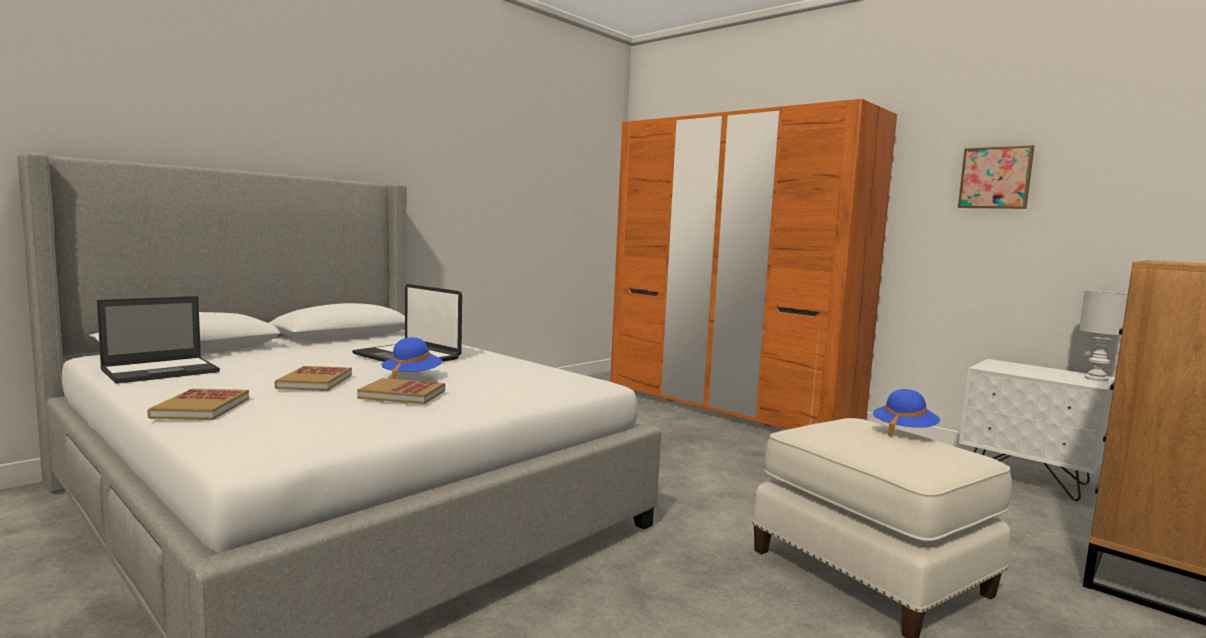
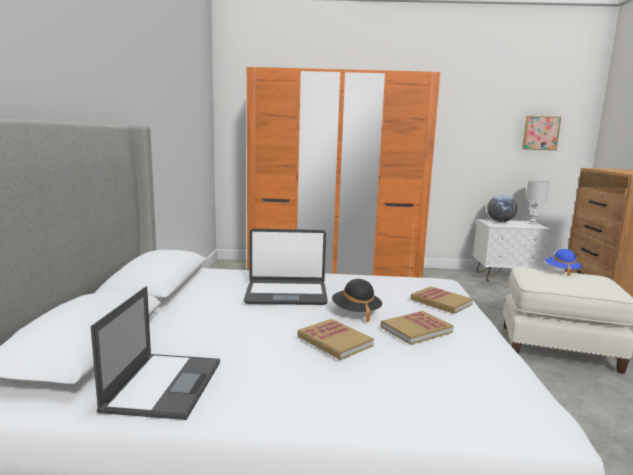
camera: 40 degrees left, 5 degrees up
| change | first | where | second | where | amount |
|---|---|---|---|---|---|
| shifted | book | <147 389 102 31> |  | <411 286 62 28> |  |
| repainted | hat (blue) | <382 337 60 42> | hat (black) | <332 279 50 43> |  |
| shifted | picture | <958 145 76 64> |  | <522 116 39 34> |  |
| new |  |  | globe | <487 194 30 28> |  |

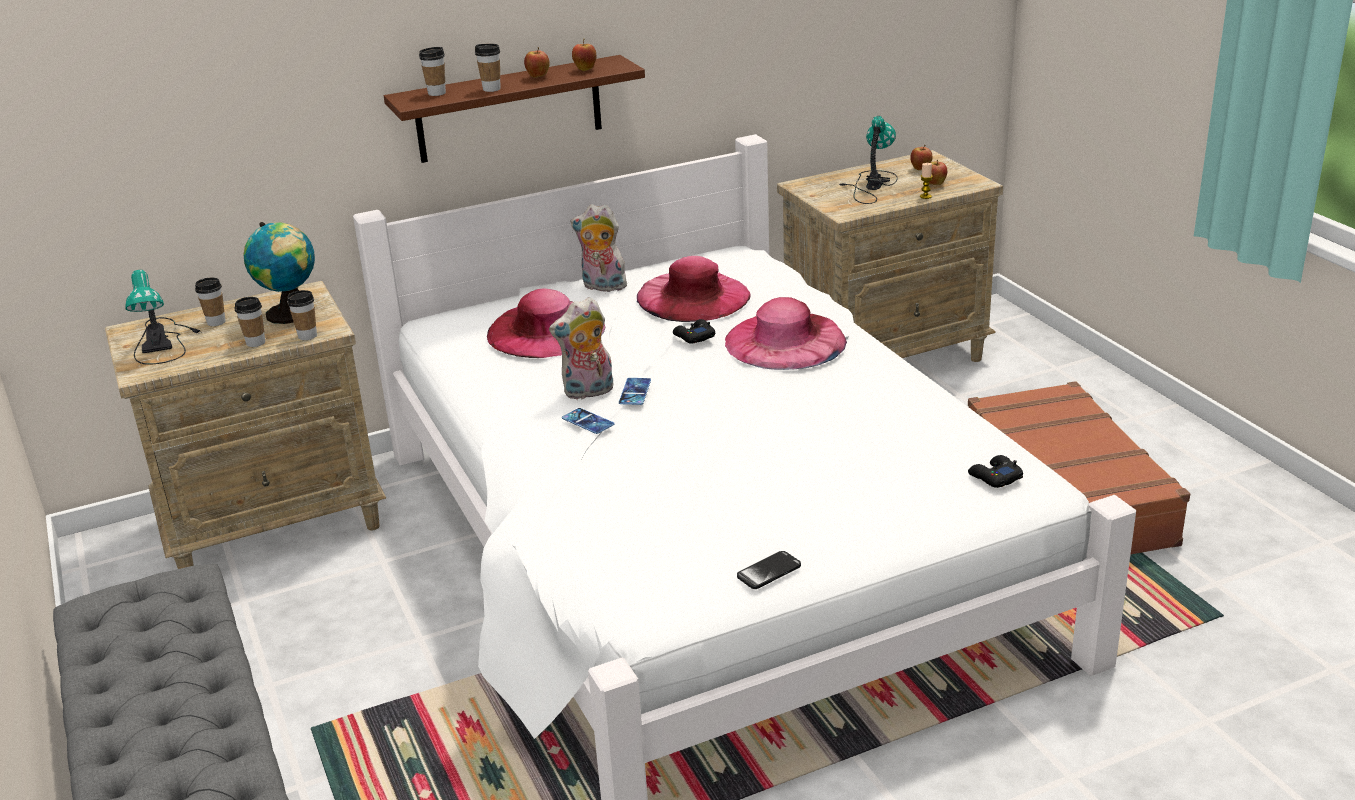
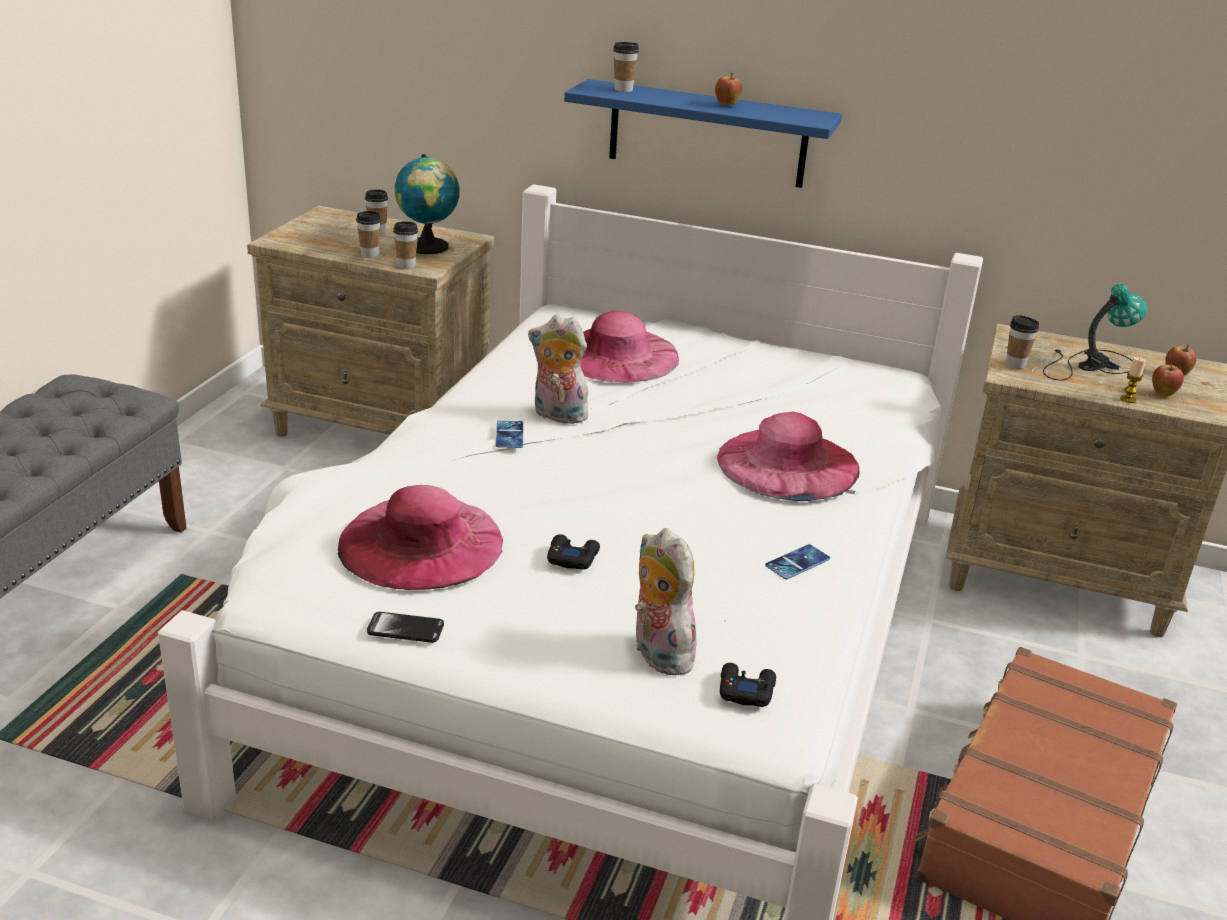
camera: 40 degrees right, 0 degrees up
| change | first | where | second | where | amount |
|---|---|---|---|---|---|
| gone | table lamp | <125 270 75 95> |  |  |  |
| repainted | shelf (brown) | <384 55 261 108> | shelf (blue) | <564 79 278 109> |  |
| shifted | cup | <475 43 26 49> |  | <1006 315 33 54> |  |
| shifted | plush toy | <571 204 61 88> |  | <635 528 65 147> |  |
| gone | apple | <572 39 24 32> |  |  |  |
| shifted | phone | <619 378 32 27> |  | <765 544 65 35> |  |
| shifted | hat (pink) | <637 256 114 66> |  | <338 485 165 105> |  |
| shifted | game controller (black) | <673 319 42 25> |  | <547 534 53 36> |  |

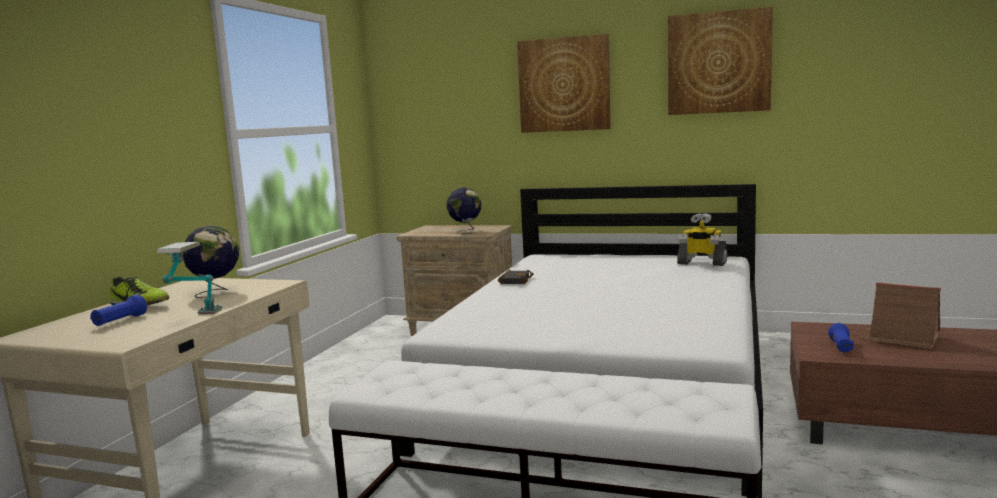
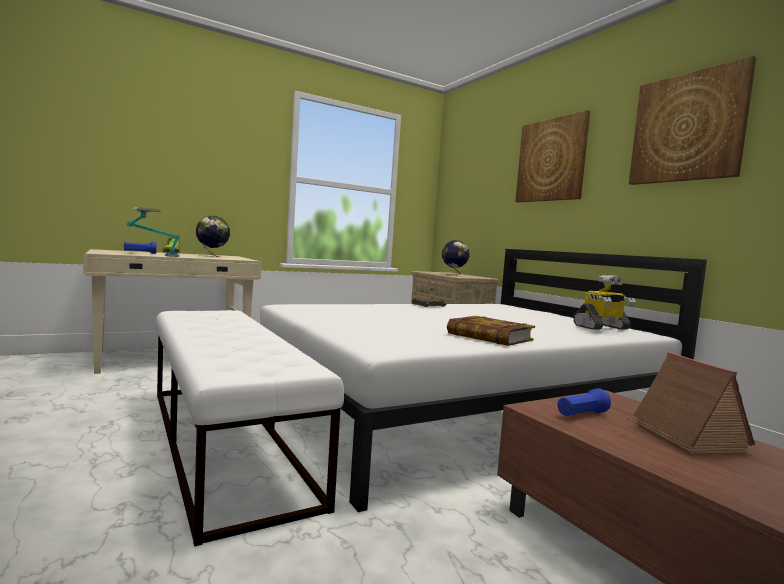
camera: 40 degrees right, 5 degrees down
| change | first | where | second | where | amount |
|---|---|---|---|---|---|
| rotated | toy robot | <677 213 50 53> |  | <573 275 63 55> | 90 degrees counterclockwise |
| new |  |  | book | <447 316 88 30> |  |

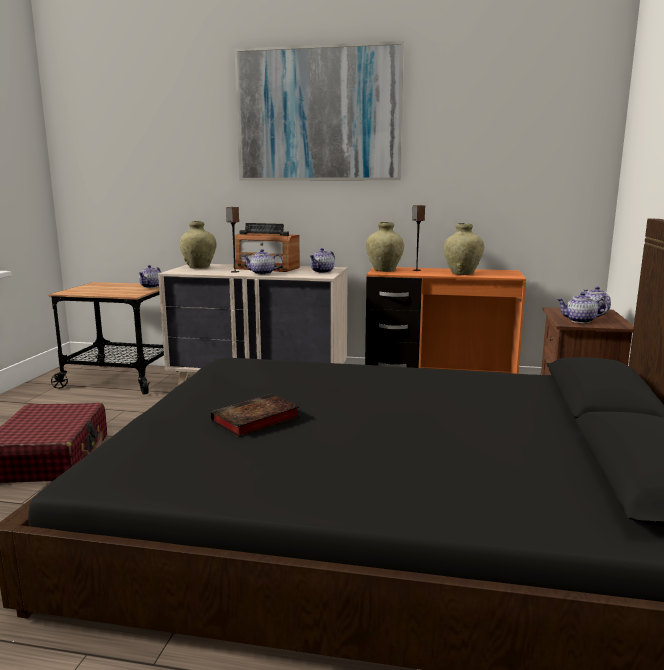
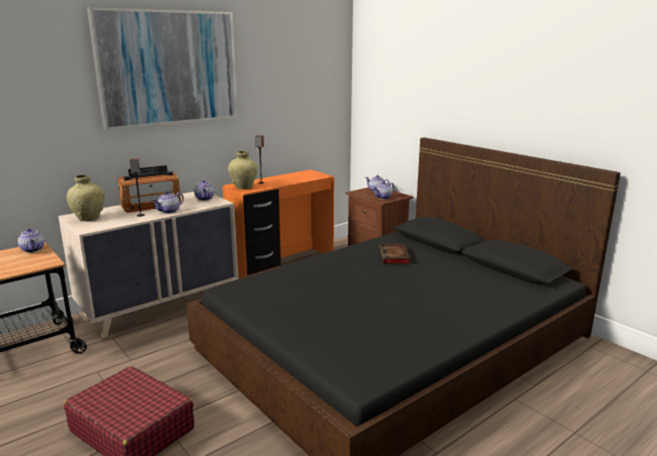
camera: 50 degrees left, 5 degrees up
| change | first | where | second | where | amount |
|---|---|---|---|---|---|
| shifted | book | <211 394 89 43> |  | <380 244 31 20> |  |
| gone | vase (beige) | <444 223 40 52> |  |  |  |

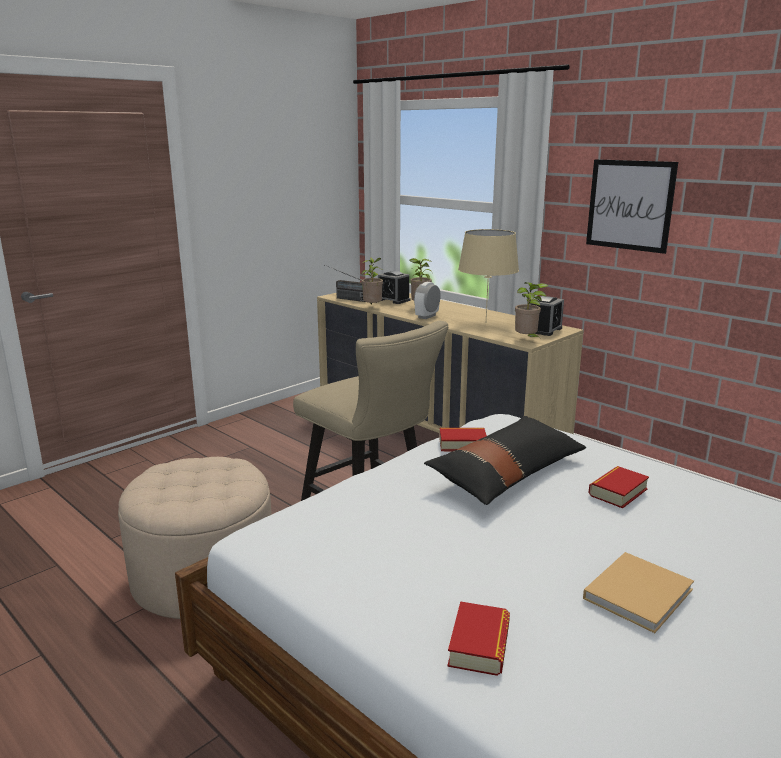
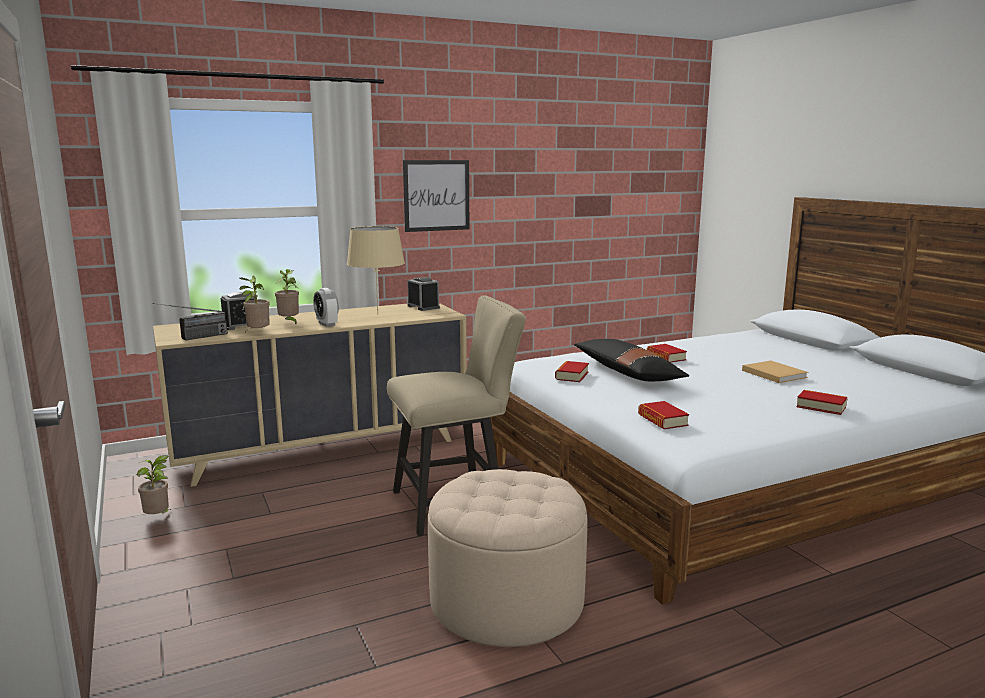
camera: 70 degrees left, 5 degrees down
| change | first | where | second | where | amount |
|---|---|---|---|---|---|
| shifted | potted plant | <515 282 33 58> |  | <137 455 35 59> |  |
| new |  |  | book | <638 401 51 28> |  |

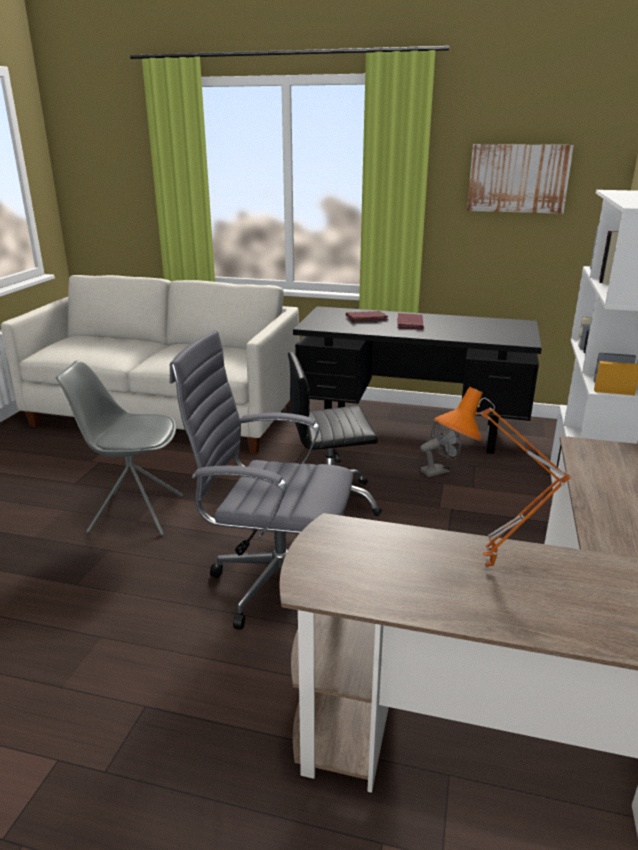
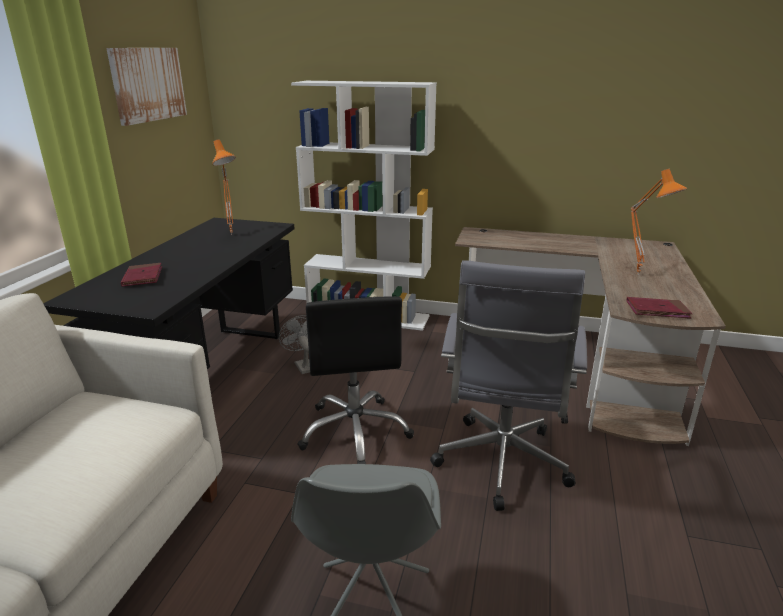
camera: 90 degrees left, 0 degrees up
| change | first | where | second | where | amount |
|---|---|---|---|---|---|
| shifted | book (red) | <397 313 27 17> |  | <626 297 66 22> |  |
| new |  |  | table lamp (orange) | <212 139 24 96> |  |

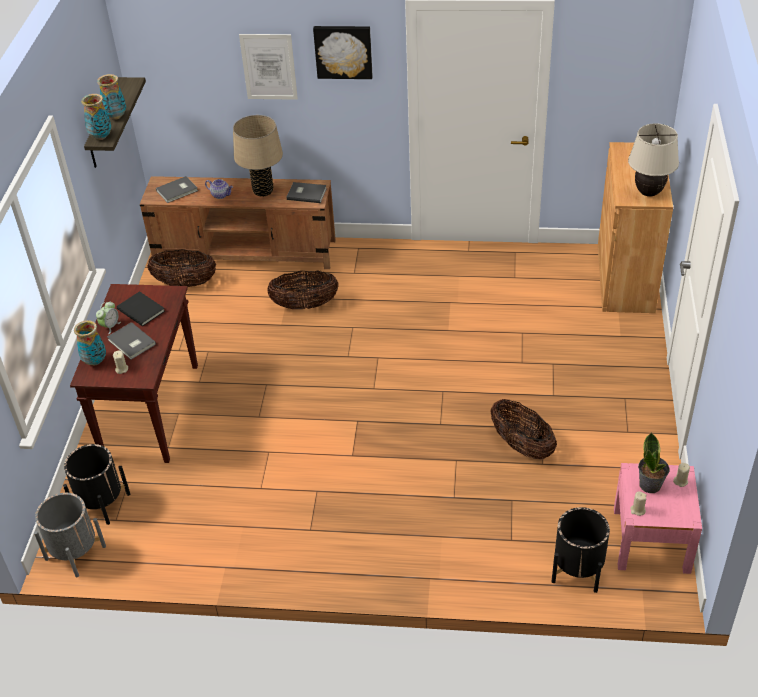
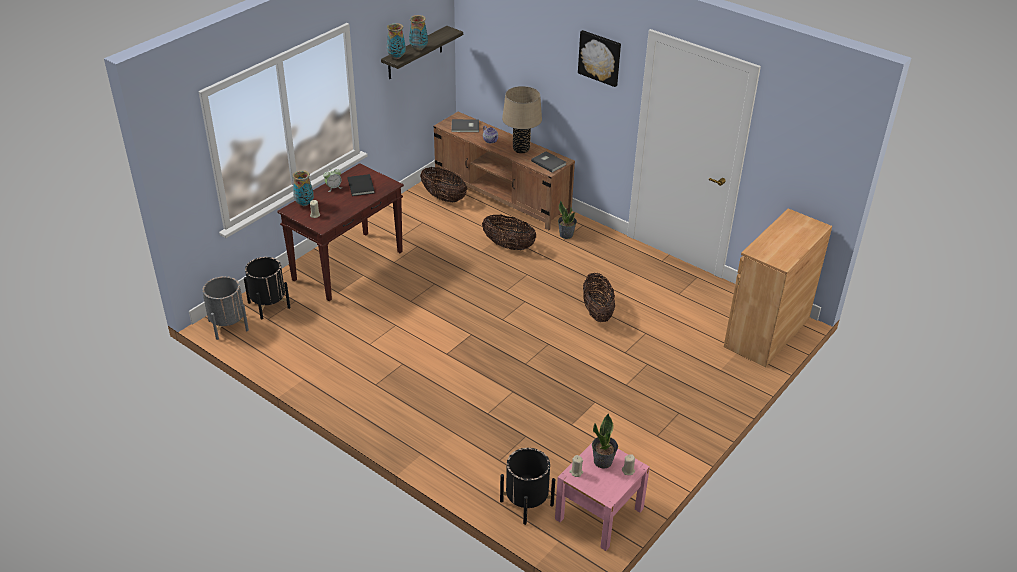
camera: 30 degrees right, 5 degrees down
| change | first | where | second | where | amount |
|---|---|---|---|---|---|
| gone | book (grey) | <107 322 49 37> |  |  |  |
| gone | picture | <239 34 59 66> |  |  |  |
| shifted | basket | <490 399 67 61> |  | <583 273 32 49> |  |
| gone | table lamp (beige) | <628 123 51 74> |  |  |  |
| new |  |  | potted plant | <558 201 19 38> |  |

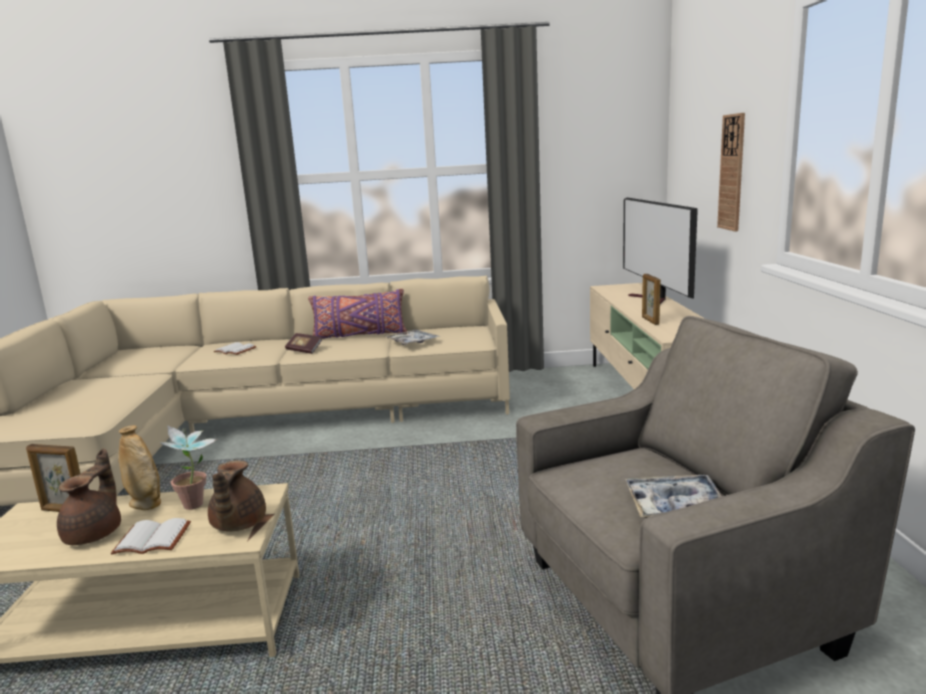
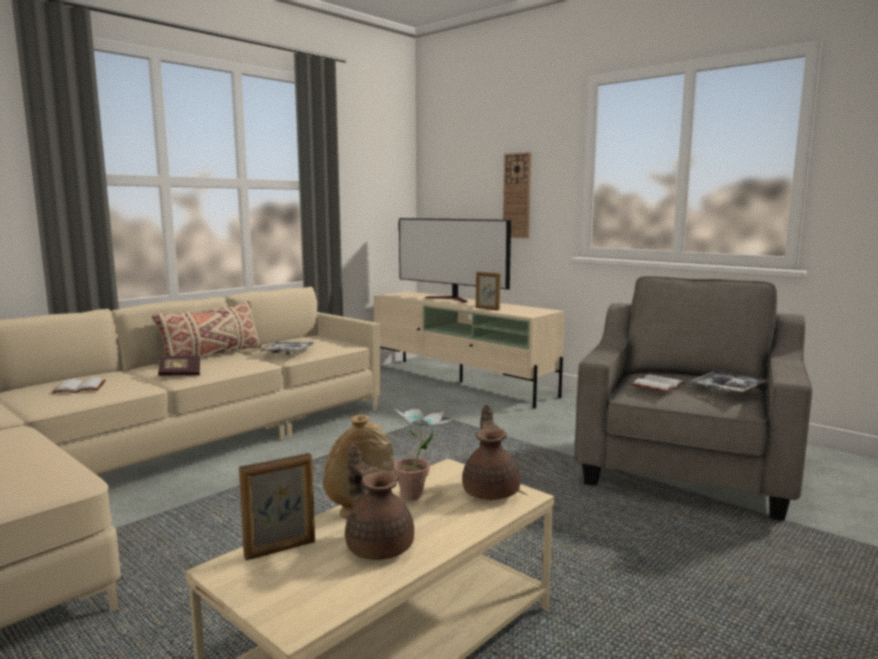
camera: 45 degrees left, 5 degrees down
| change | first | where | second | where | amount |
|---|---|---|---|---|---|
| shifted | book (white) | <111 518 80 36> |  | <632 374 53 19> |  |
| rotated | teapot (brown) | <208 461 58 70> |  | <462 404 58 96> | 135 degrees counterclockwise |
| repainted | pillow (purple) | <308 289 99 50> | pillow (beige) | <152 301 110 57> |  |

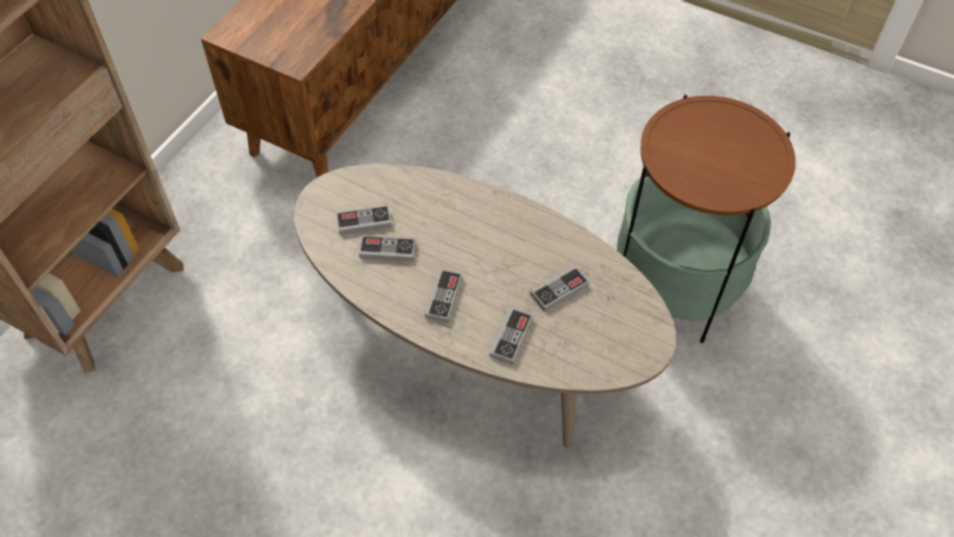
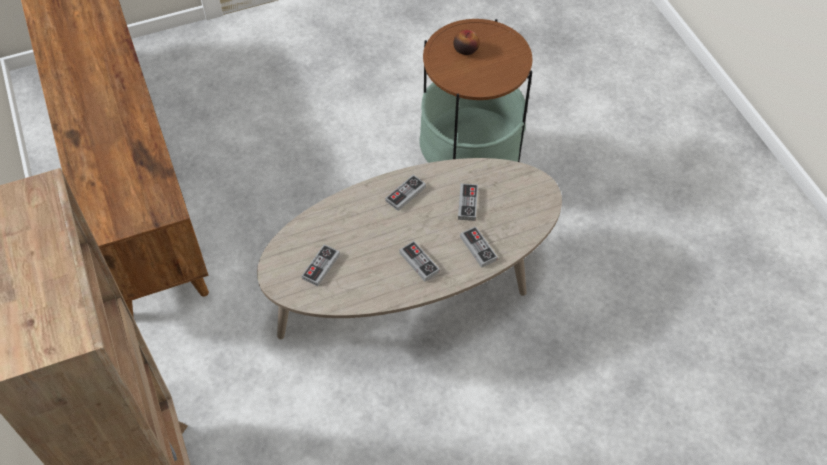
camera: 50 degrees left, 0 degrees up
| change | first | where | second | where | amount |
|---|---|---|---|---|---|
| shifted | game controller | <359 235 57 27> |  | <385 174 41 37> |  |
| new |  |  | apple | <453 30 26 25> |  |

